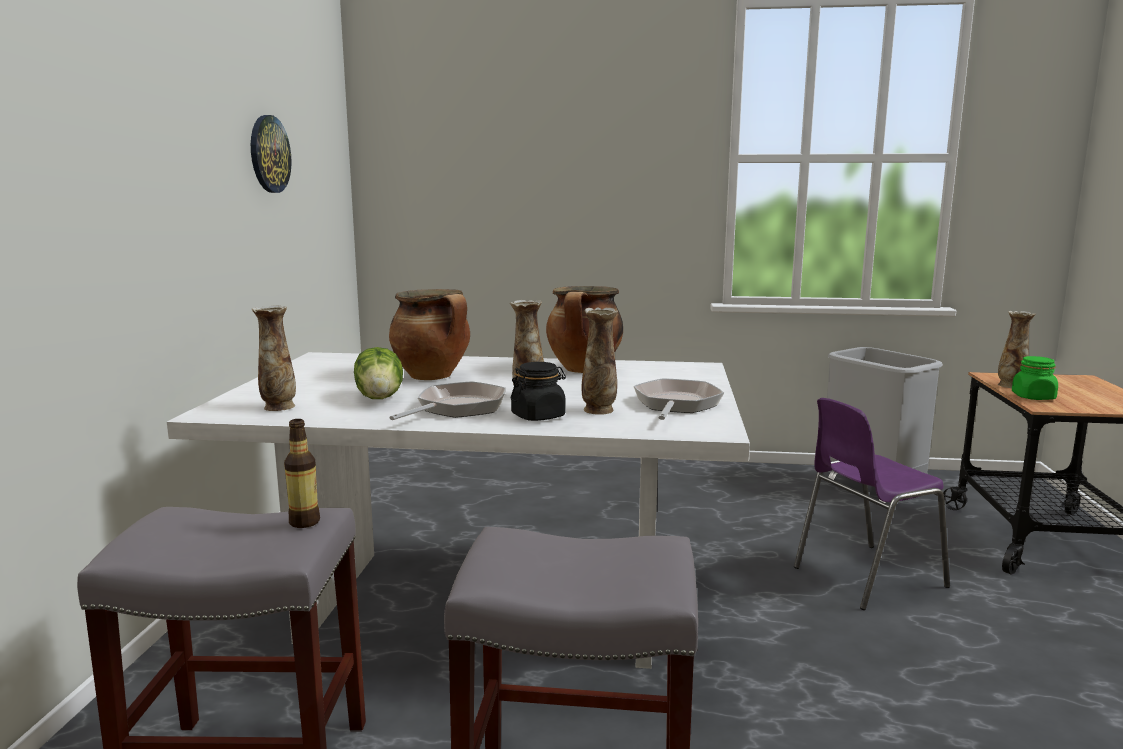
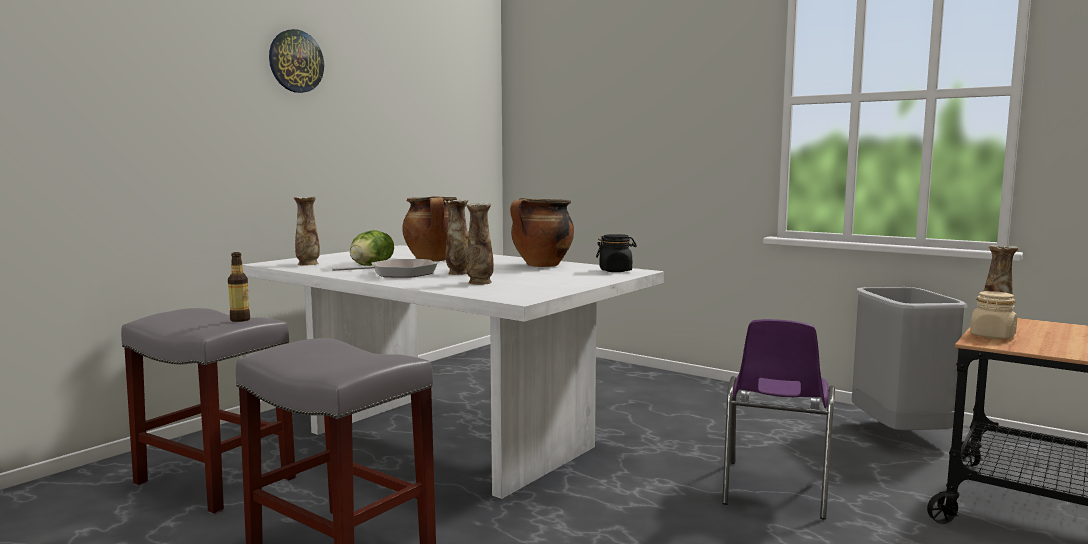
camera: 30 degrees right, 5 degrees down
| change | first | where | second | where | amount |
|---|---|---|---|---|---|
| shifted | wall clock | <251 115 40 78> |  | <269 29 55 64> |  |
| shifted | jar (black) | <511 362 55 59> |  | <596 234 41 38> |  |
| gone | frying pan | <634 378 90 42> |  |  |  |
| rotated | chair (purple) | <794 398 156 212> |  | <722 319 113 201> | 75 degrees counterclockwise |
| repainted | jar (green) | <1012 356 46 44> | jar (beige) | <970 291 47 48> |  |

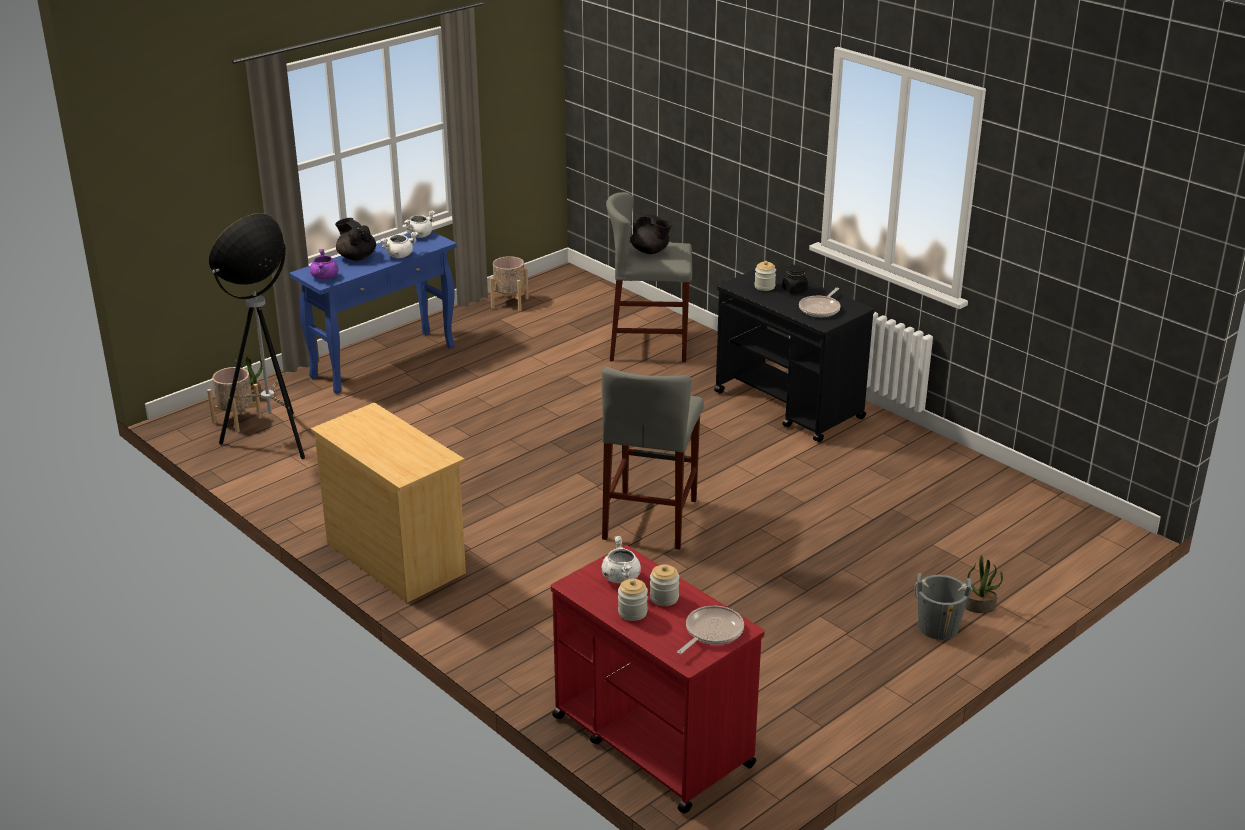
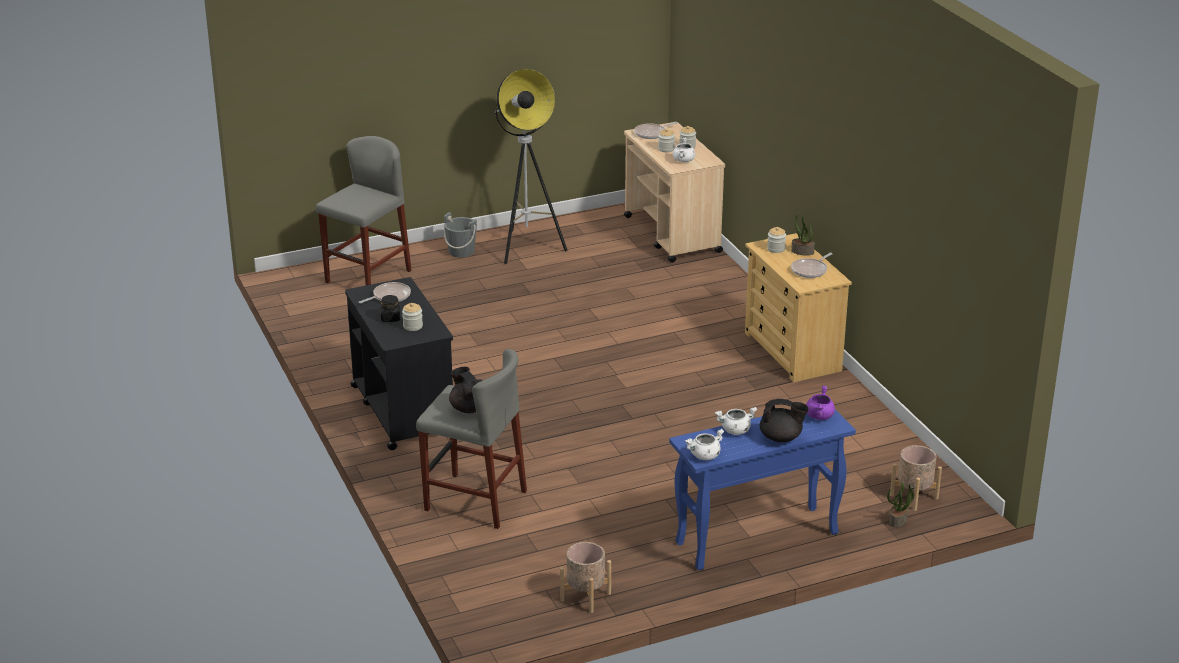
camera: 160 degrees left, 0 degrees up
| change | first | where | second | where | amount |
|---|---|---|---|---|---|
| shifted | floor lamp | <209 213 96 246> |  | <495 69 72 195> |  |
| rotated | teapot (black) | <335 218 41 42> |  | <760 399 49 43> | 60 degrees counterclockwise |
| repainted | cart (red) | <551 545 214 269> | cart (beige) | <624 122 101 141> |  |
| shifted | stool (grey) | <602 367 102 183> |  | <316 136 95 149> |  |
| shifted | potted plant | <965 555 38 58> |  | <791 214 24 42> |  |
| new |  |  | jar | <767 227 19 26> |  |
| new |  |  | frying pan | <791 253 41 25> |  |

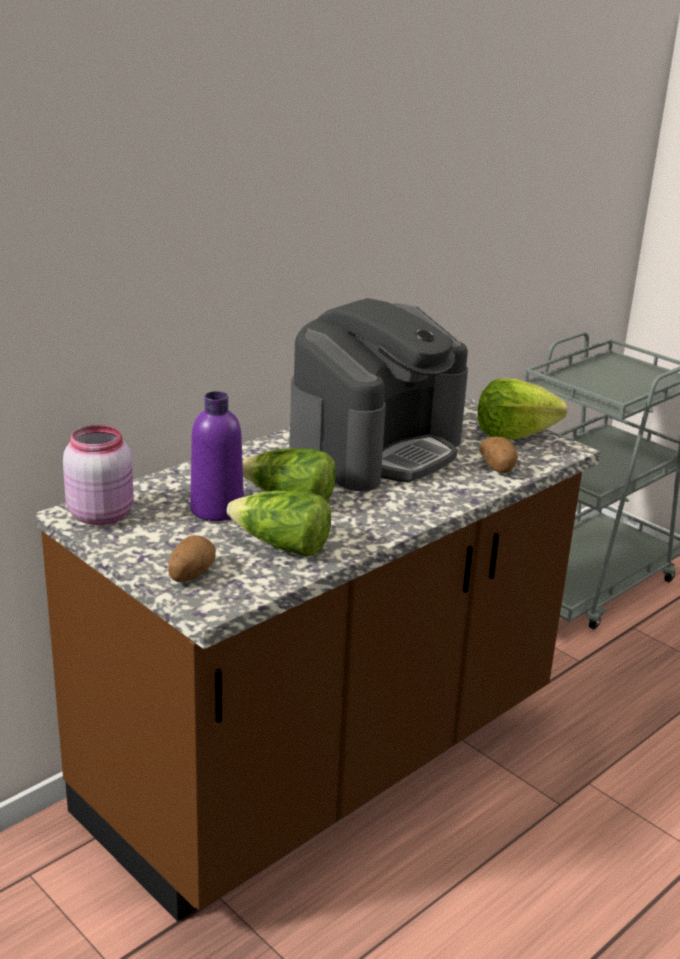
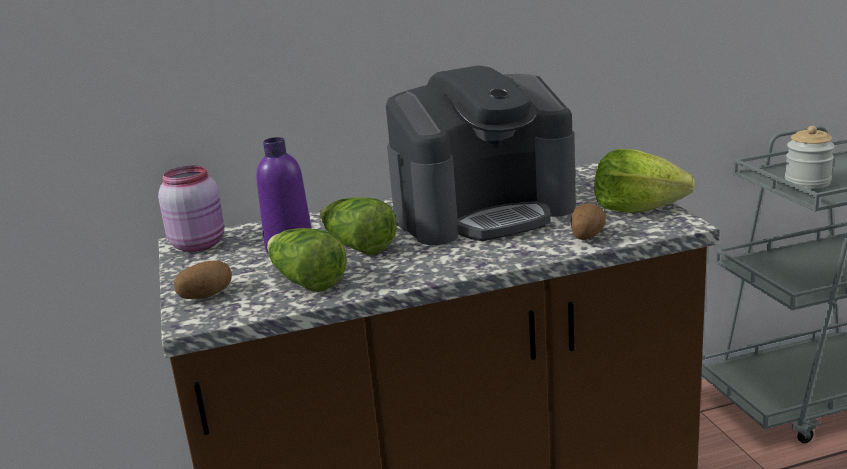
camera: 30 degrees right, 5 degrees down
| change | first | where | second | where | amount |
|---|---|---|---|---|---|
| new |  |  | jar | <785 126 50 63> |  |

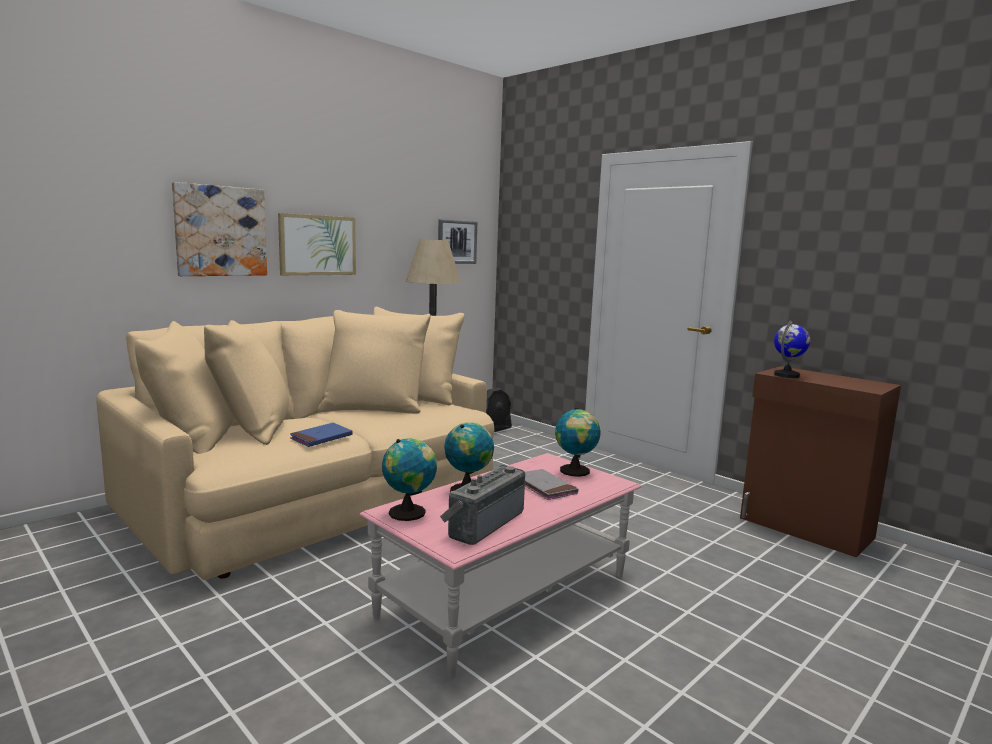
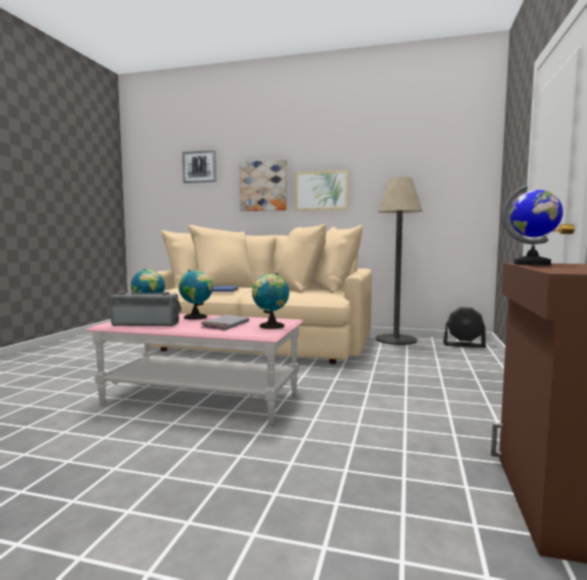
camera: 60 degrees right, 5 degrees down
| change | first | where | second | where | amount |
|---|---|---|---|---|---|
| shifted | picture | <438 219 39 45> |  | <182 150 34 33> |  |

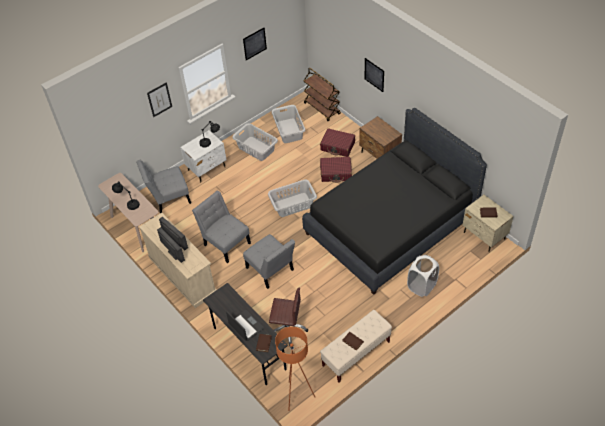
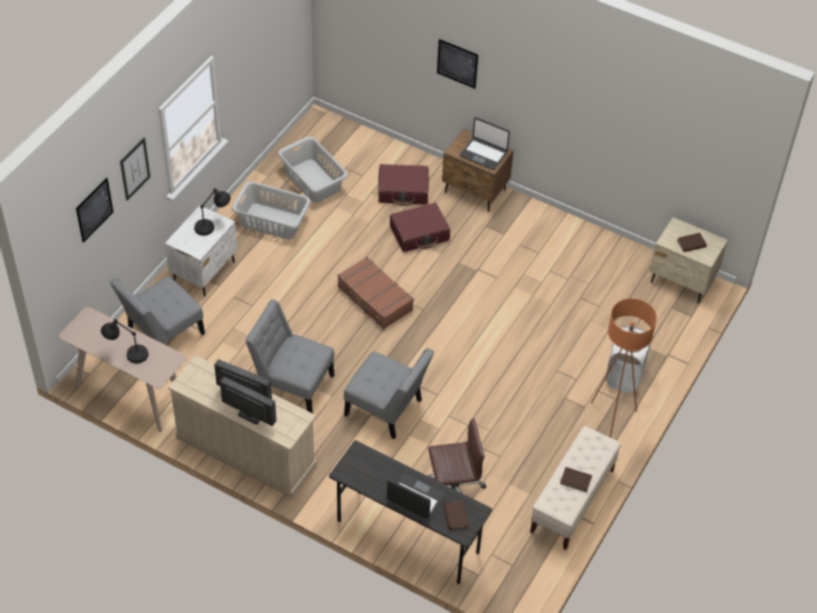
camera: 25 degrees left, 0 degrees up
| change | first | where | second | where | amount |
|---|---|---|---|---|---|
| shifted | picture | <243 28 24 32> |  | <76 178 37 65> |  |
| swapped | laundry basket (grey) | <268 180 49 37> | suitcase (brown) | <337 257 77 72> |  |
| shifted | floor lamp (orange) | <275 327 40 84> |  | <591 299 66 139> |  |
| gone | bed (black) | <302 108 185 187> |  |  |  |
| gone | cart (brown) | <304 68 37 53> |  |  |  |
| new |  |  | laptop | <460 117 50 53> |  |

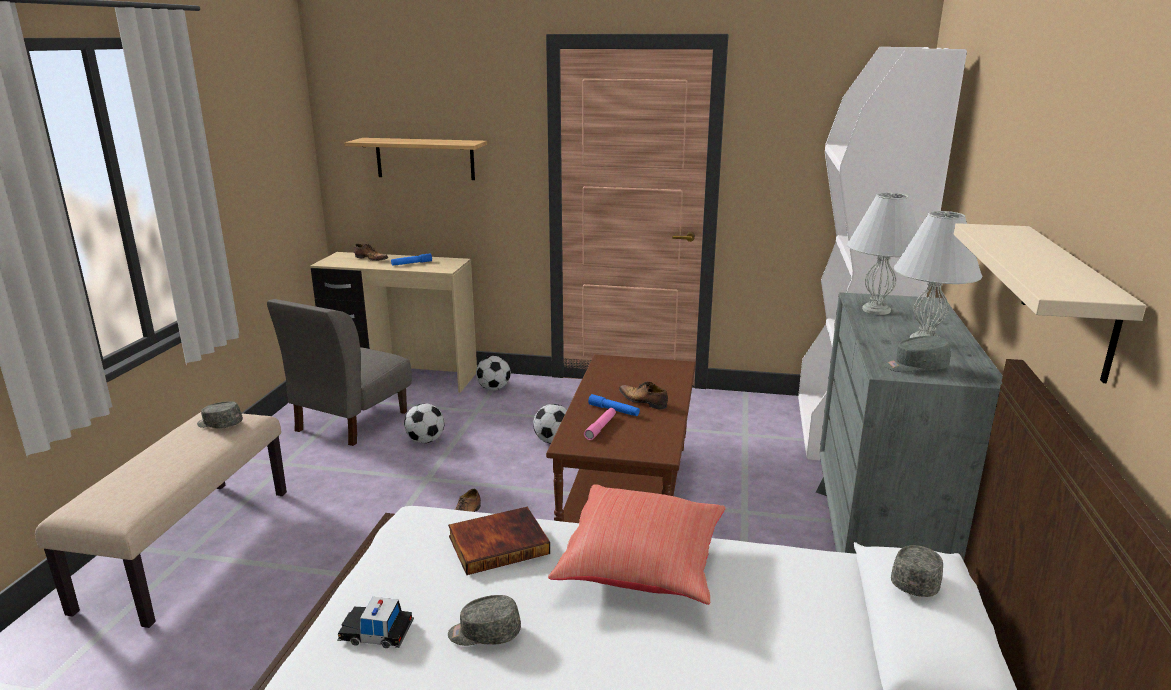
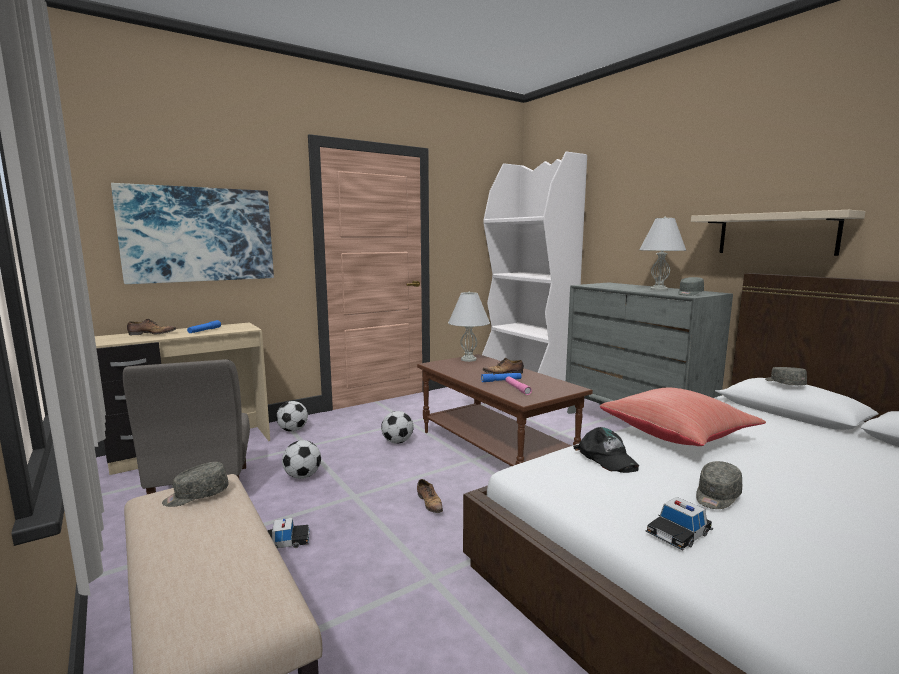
camera: 45 degrees left, 10 degrees down
| change | first | where | second | where | amount |
|---|---|---|---|---|---|
| swapped | shelf | <345 138 142 42> | picture | <111 183 163 101> |  |
| swapped | book | <448 507 102 68> | cap (black) | <573 427 66 46> |  |
| shifted | table lamp (white) | <847 193 71 122> |  | <448 292 42 70> |  |
| new |  |  | toy car | <268 518 42 30> |  |

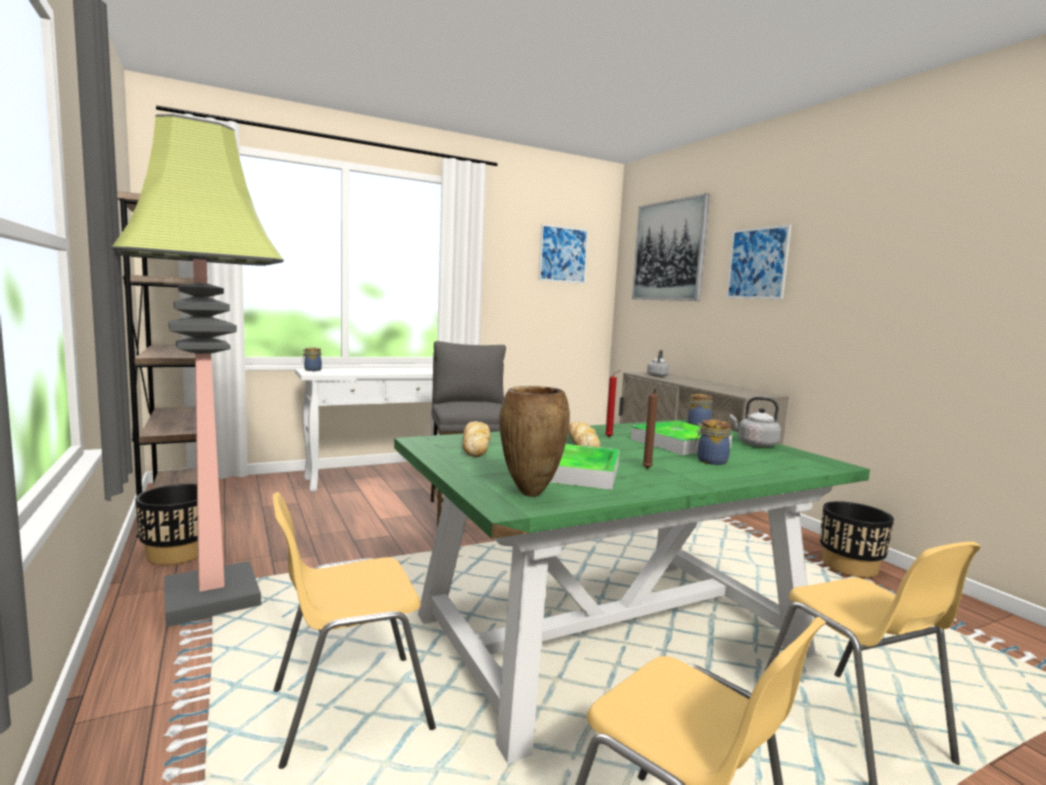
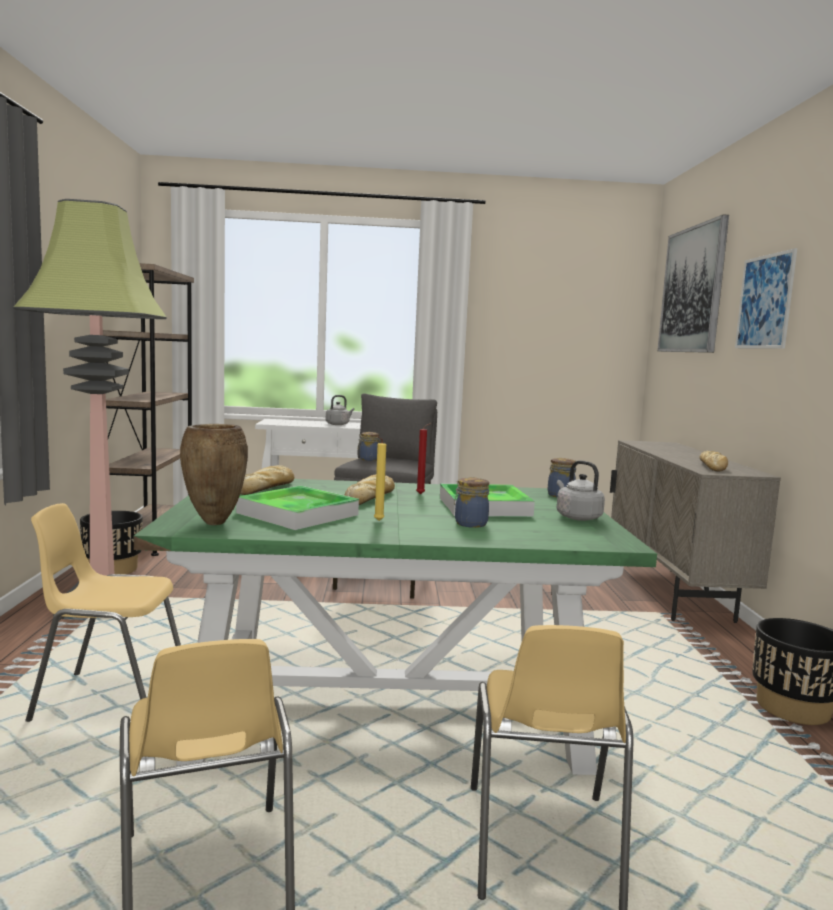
camera: 25 degrees right, 0 degrees up
| change | first | where | second | where | amount |
|---|---|---|---|---|---|
| shifted | jar | <302 347 20 24> |  | <358 432 22 29> |  |
| gone | picture | <538 224 51 60> |  |  |  |
| repainted | candle (brown) | <642 388 16 81> | candle (yellow) | <374 436 12 85> |  |
| shifted | kettle (grey) | <647 350 22 27> |  | <326 395 28 30> |  |
| new |  |  | bread | <700 451 28 20> |  |

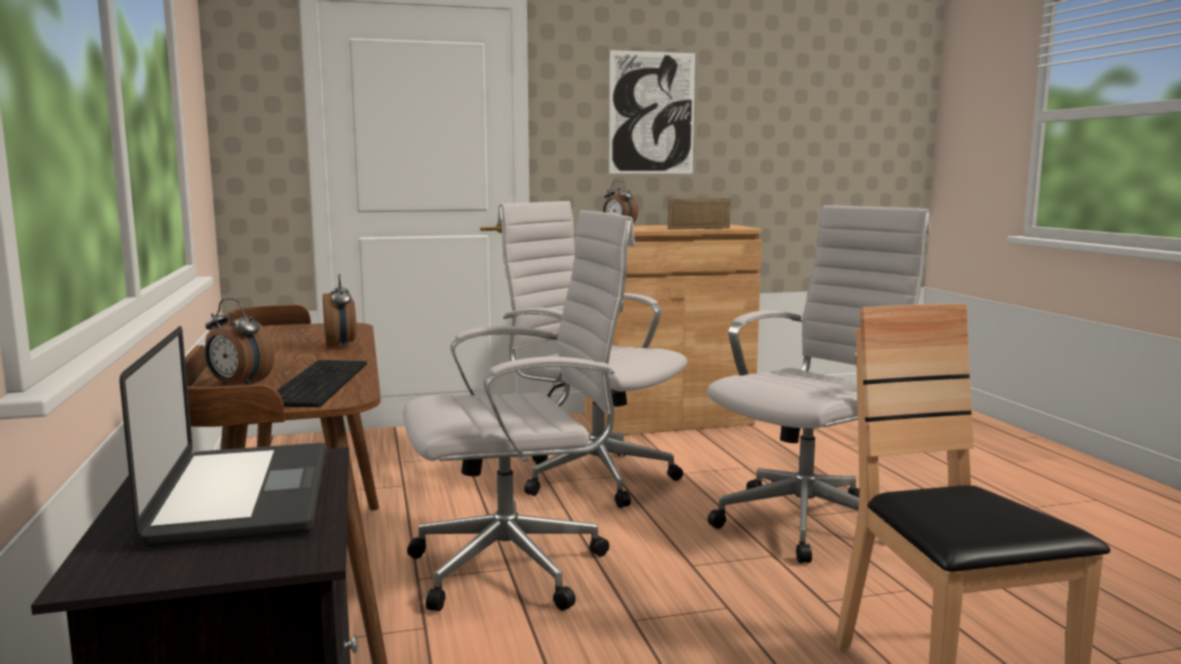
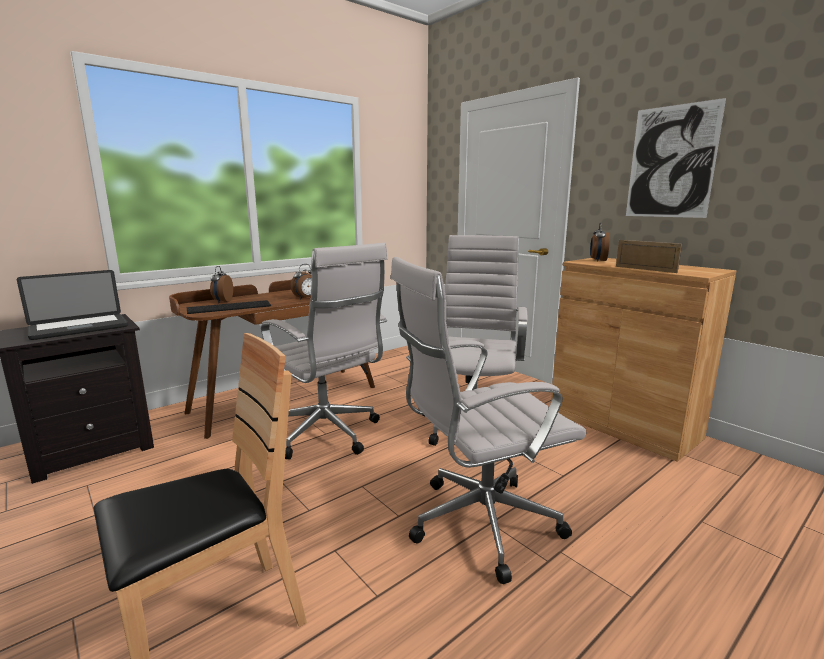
camera: 65 degrees right, 5 degrees up
| change | first | where | second | where | amount |
|---|---|---|---|---|---|
| rotated | office chair (white) | <707 205 223 358> |  | <391 257 196 327> | 135 degrees clockwise |

